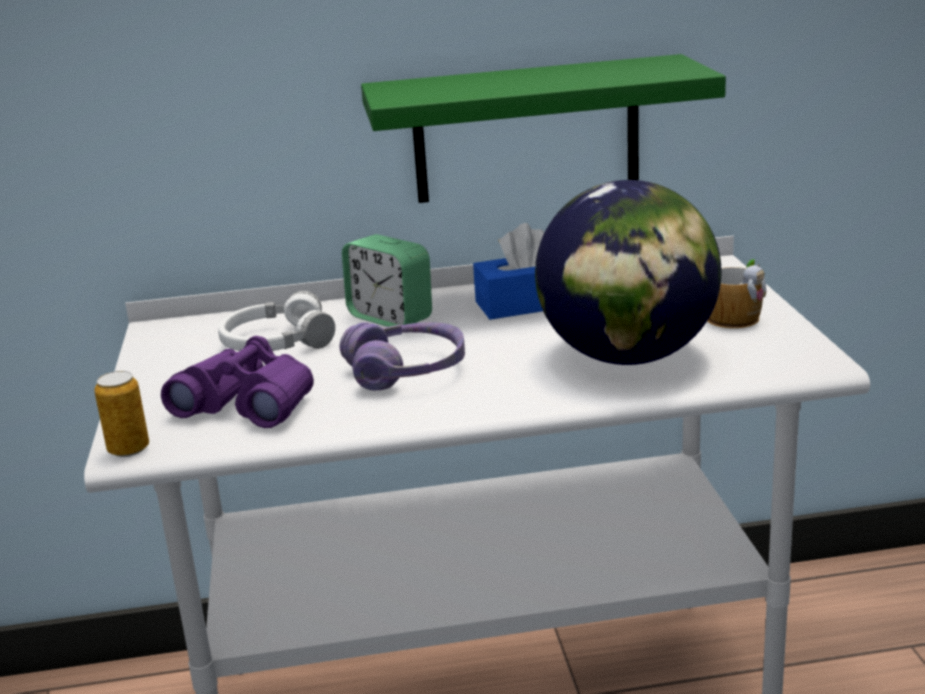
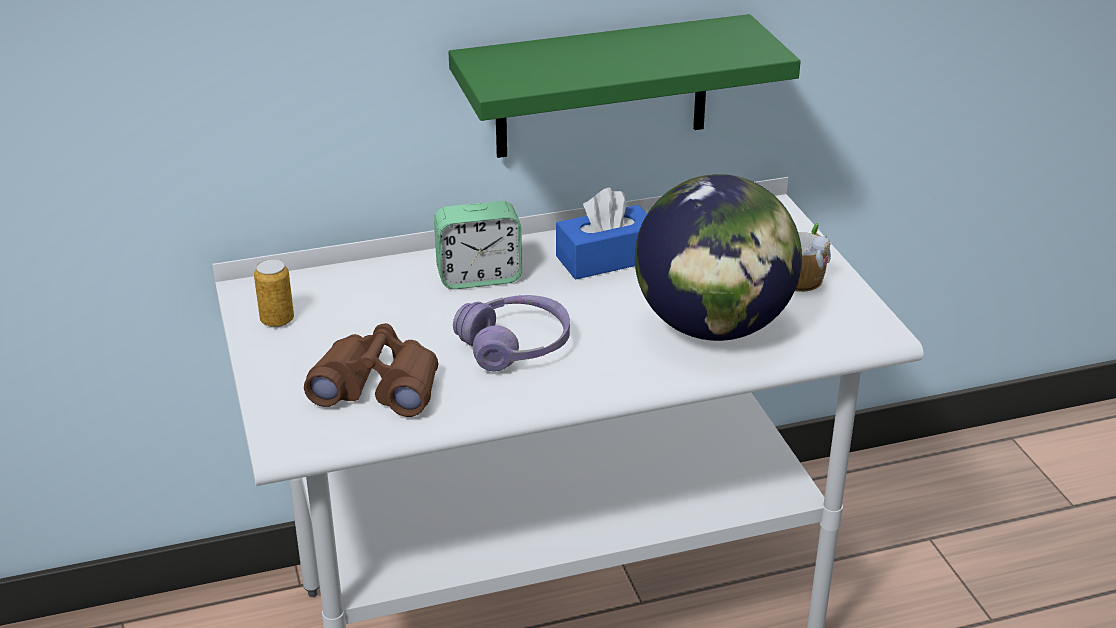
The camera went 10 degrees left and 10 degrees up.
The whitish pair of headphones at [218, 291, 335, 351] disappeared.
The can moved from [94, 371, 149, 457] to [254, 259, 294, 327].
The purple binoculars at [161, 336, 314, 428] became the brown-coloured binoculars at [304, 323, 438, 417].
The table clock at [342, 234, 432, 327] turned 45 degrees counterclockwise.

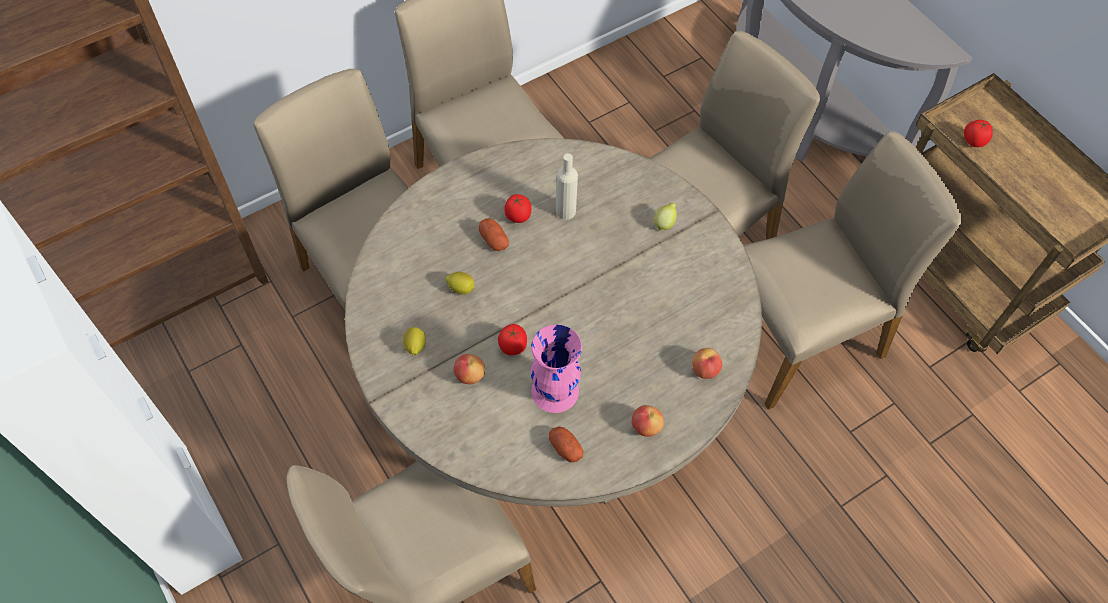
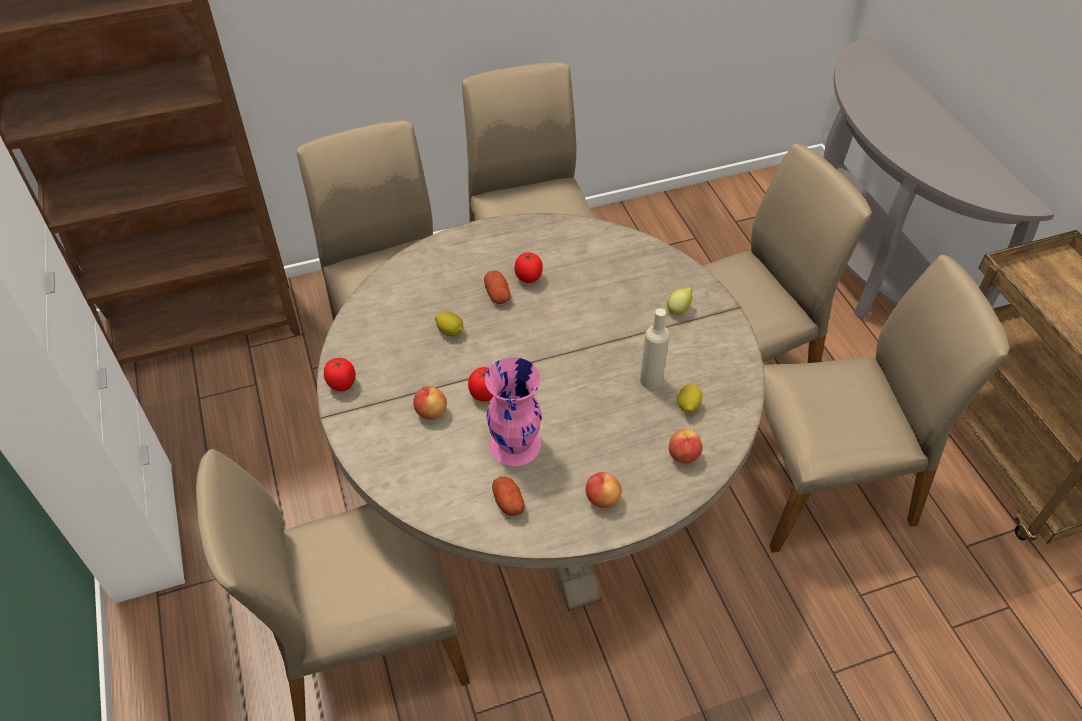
The camera went 15 degrees right and 10 degrees down.
The whole lemon moved from [403, 327, 426, 355] to [677, 384, 702, 413].
The beige bottle moved from [556, 154, 578, 220] to [640, 308, 670, 389].
The tomato moved from [964, 120, 993, 147] to [324, 358, 356, 391].

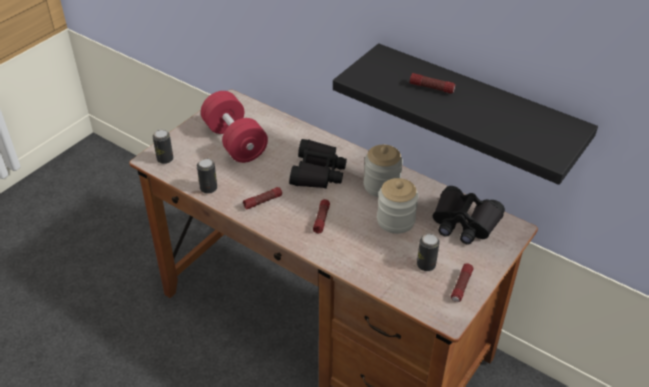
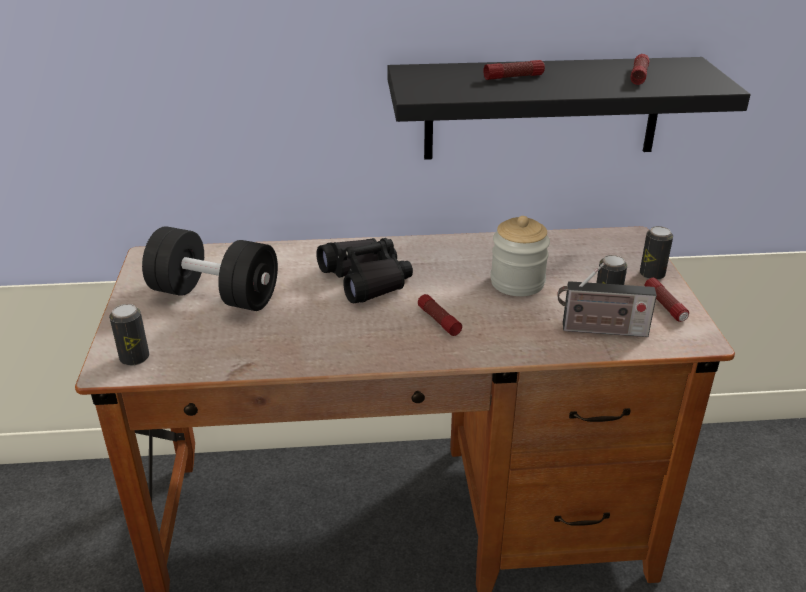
The camera went 40 degrees left and 10 degrees down.
The preserve jar at [364, 145, 403, 197] disappeared.
The black-coloured binoculars at [433, 186, 505, 245] disappeared.
The radio at [557, 263, 657, 337] appeared.
The can moved from [197, 158, 217, 194] to [640, 226, 673, 280].
The hand torch moved from [243, 187, 282, 209] to [631, 54, 650, 85].
The red-coloured dumbbell at [201, 91, 268, 163] became the black-coloured dumbbell at [142, 226, 278, 311].

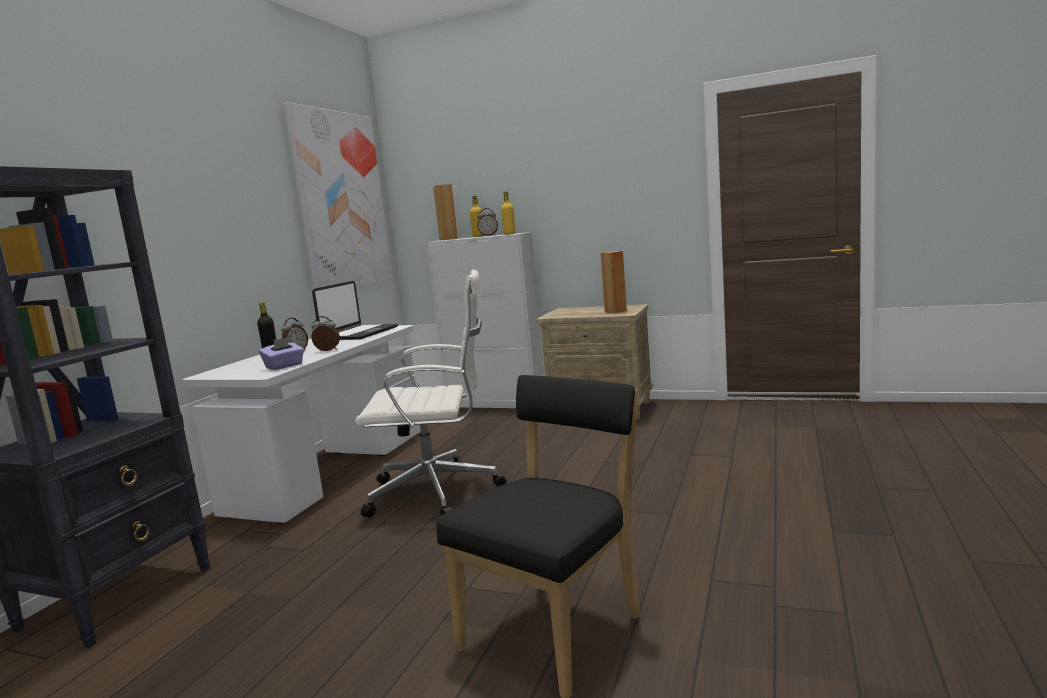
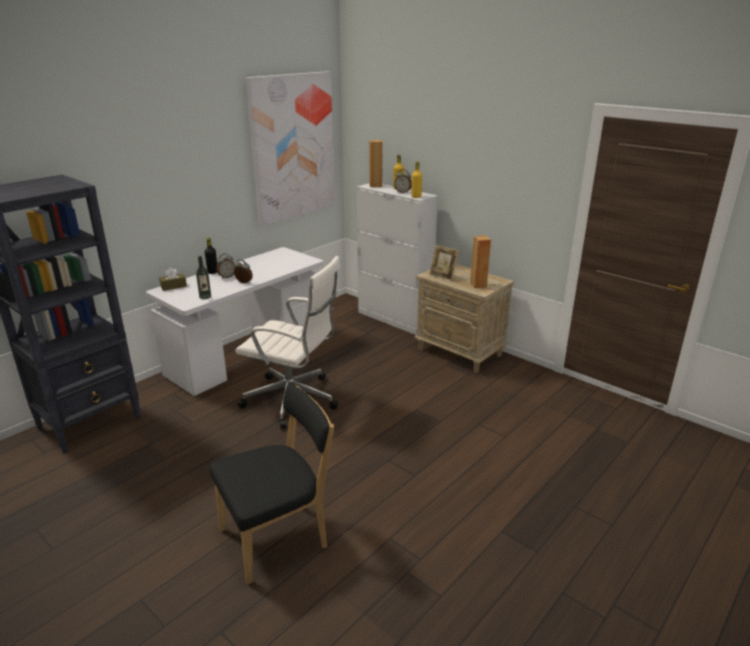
The camera went 20 degrees right and 15 degrees up.
The notebook computer at [312, 281, 398, 340] disappeared.
The brown-coloured tissue holder at [159, 268, 187, 291] appeared.
The photo frame at [429, 245, 459, 281] appeared.
The purple tissue holder at [259, 337, 304, 370] was replaced by the bottle at [196, 256, 211, 299].

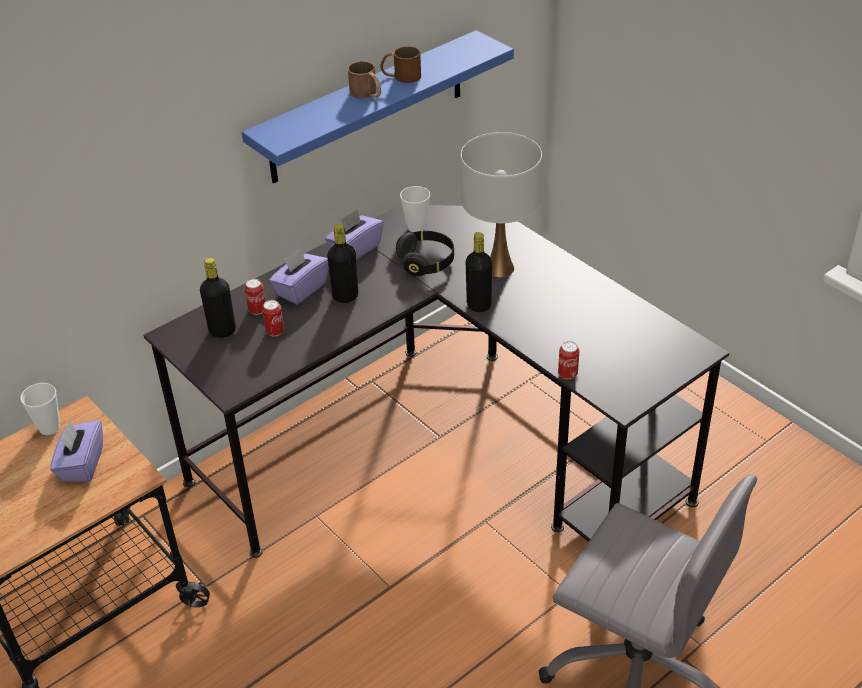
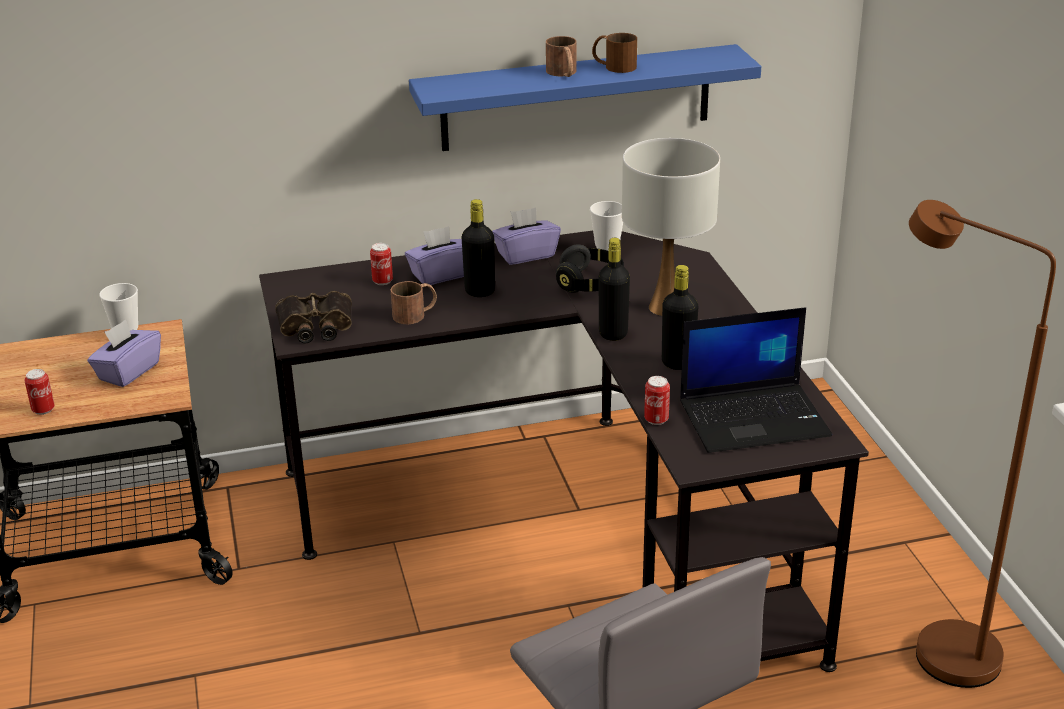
The camera went 25 degrees right and 10 degrees down.
The binoculars at [275, 291, 352, 343] appeared.
The brown-coloured mug at [391, 281, 437, 324] appeared.
The notebook computer at [680, 307, 832, 453] appeared.
The brown-coloured standard lamp at [909, 200, 1056, 688] appeared.
The black-coloured bottle moved from [200, 258, 236, 338] to [662, 265, 698, 370].
The can moved from [262, 300, 284, 337] to [24, 369, 55, 415].

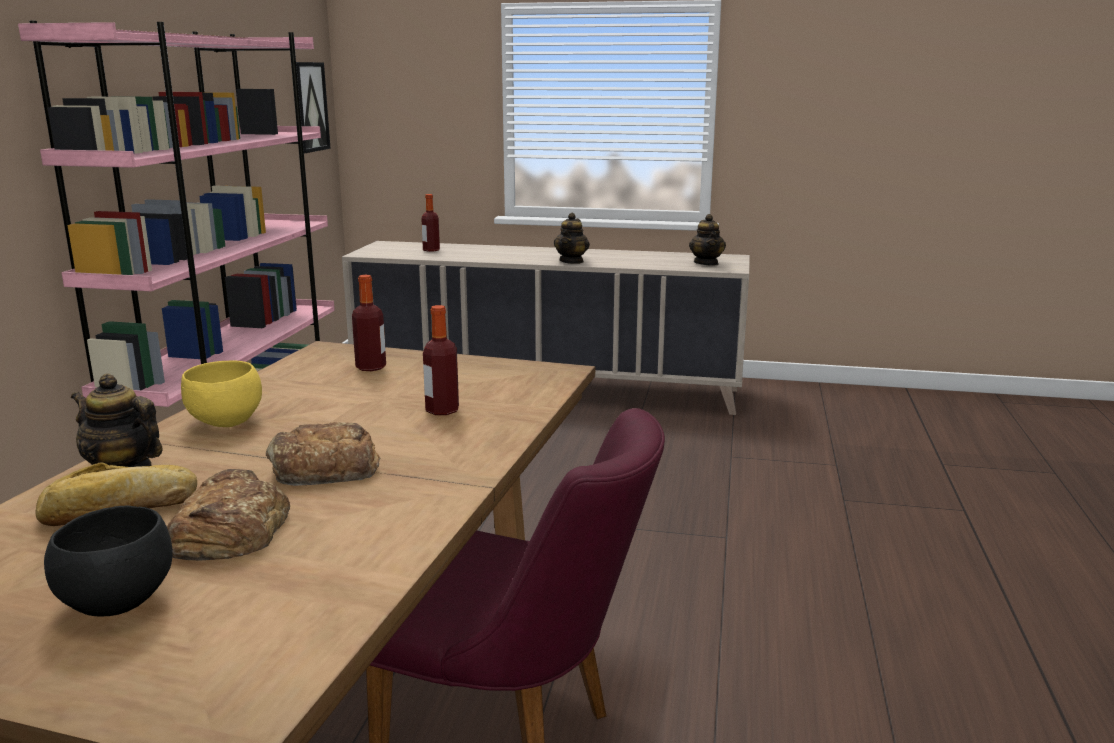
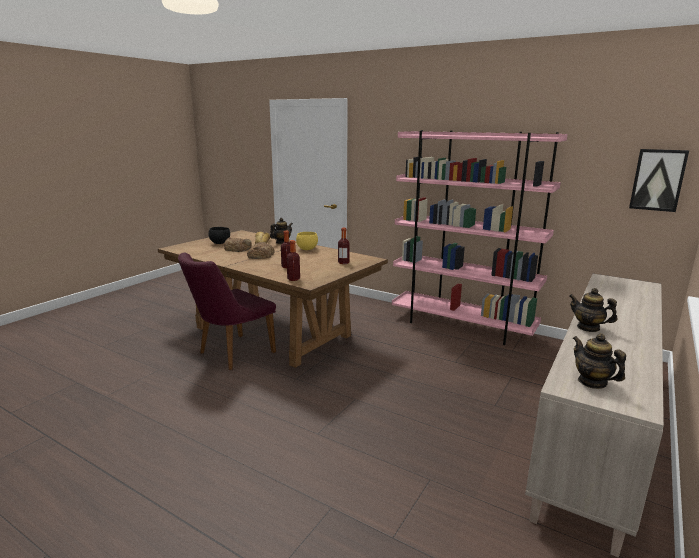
The camera went 110 degrees right and 0 degrees up.
The bottle moved from [421, 194, 440, 252] to [287, 240, 300, 281].
The teapot at [689, 214, 726, 266] turned 45 degrees clockwise.

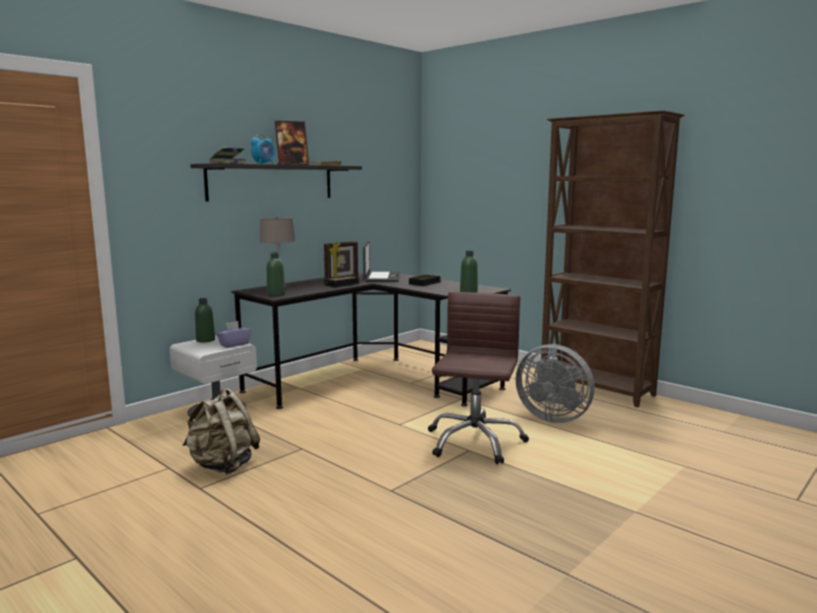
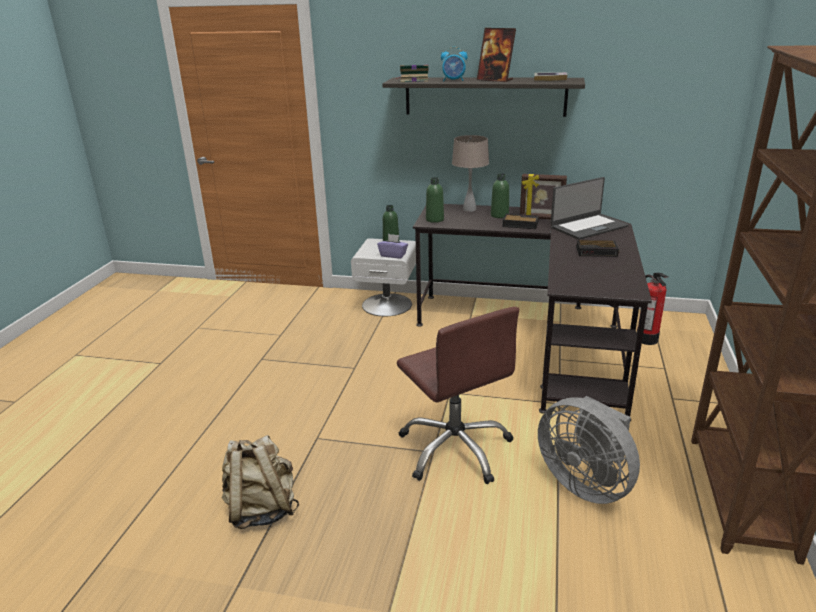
The camera went 60 degrees right and 15 degrees up.
The fire-fighting cylinder at [636, 273, 668, 345] appeared.
The beige rucksack moved from [183, 388, 260, 474] to [222, 435, 299, 529].
The greenish bottle moved from [460, 251, 478, 293] to [491, 173, 509, 218].
The brown-coloured computer chair at [428, 292, 529, 464] turned 75 degrees clockwise.
The grey electric fan at [515, 344, 595, 423] turned 45 degrees counterclockwise.

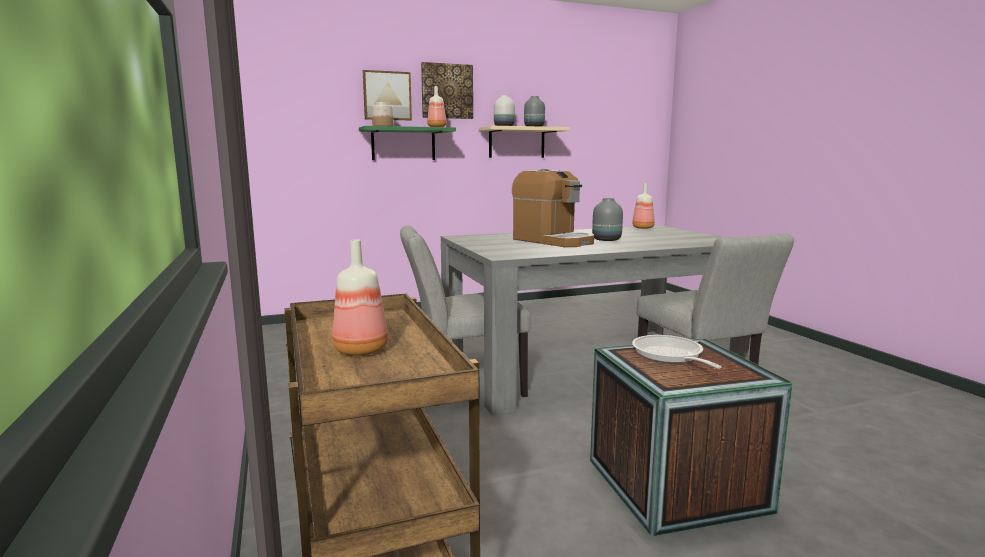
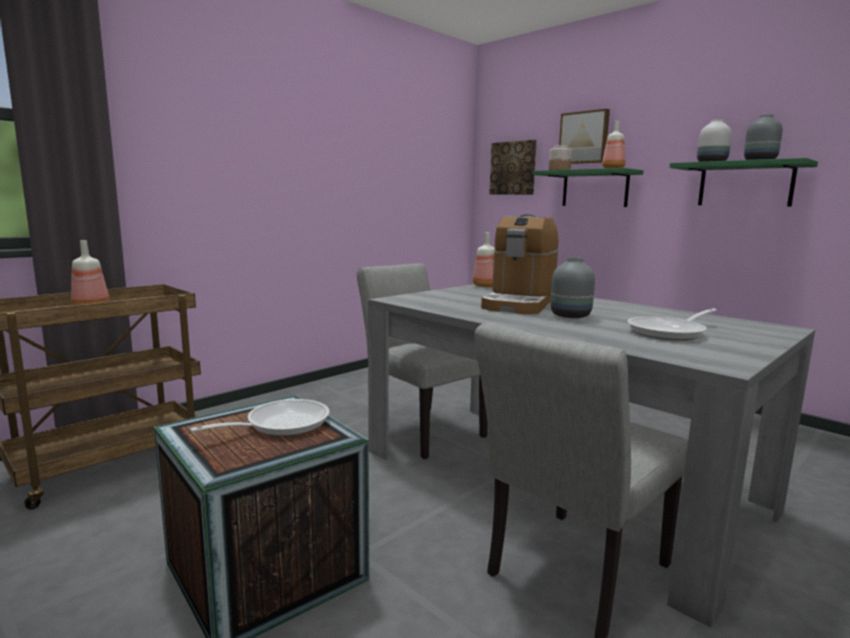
The camera went 65 degrees right and 0 degrees up.
The pan at [627, 308, 717, 341] appeared.
The wall picture moved from [421, 62, 473, 119] to [489, 140, 537, 195].
The bottle moved from [632, 184, 655, 229] to [473, 232, 495, 287].
The beige wall shelf at [479, 126, 570, 158] became the greenish wall shelf at [669, 158, 818, 207].

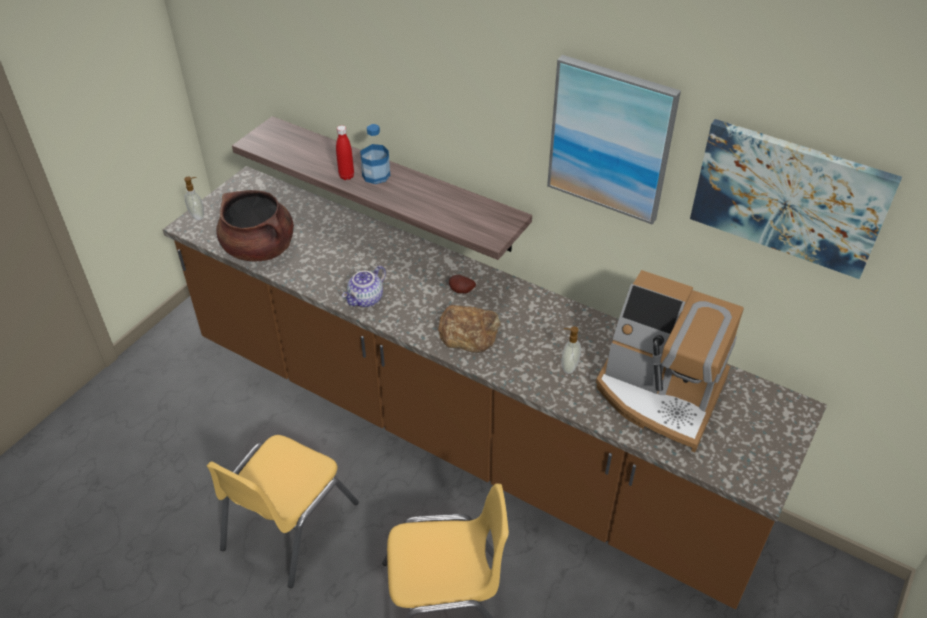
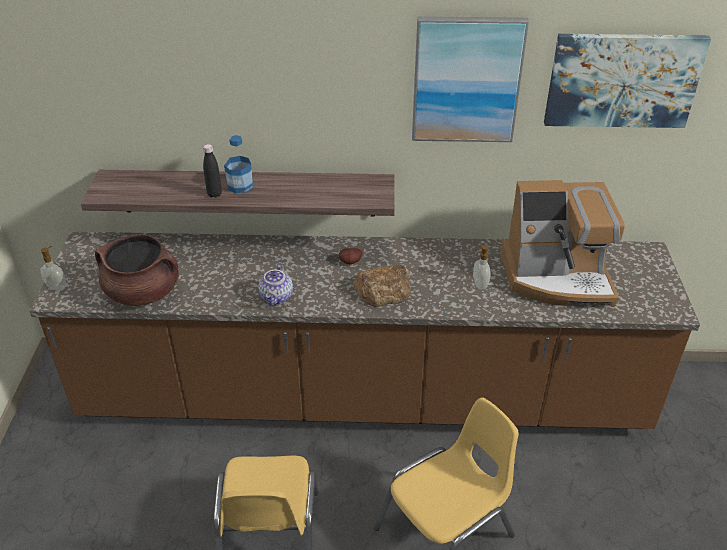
The camera went 30 degrees left and 5 degrees down.
The red-coloured bottle at [336, 125, 354, 180] became the black-coloured bottle at [203, 144, 222, 198].

